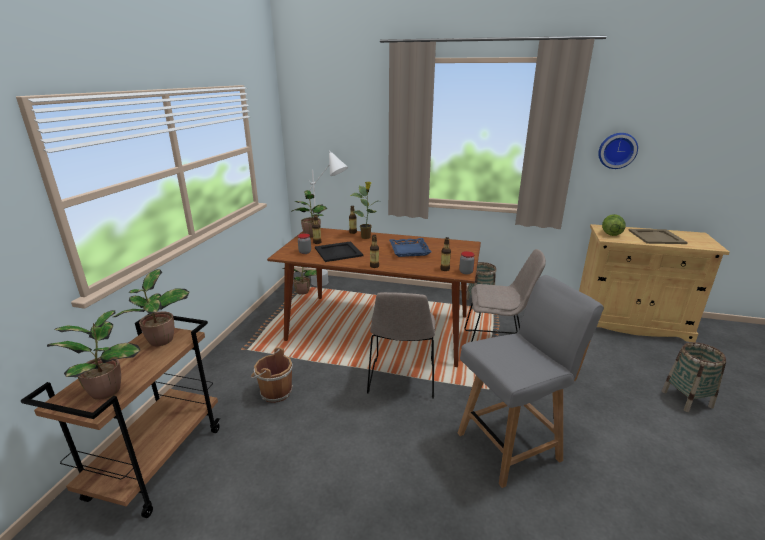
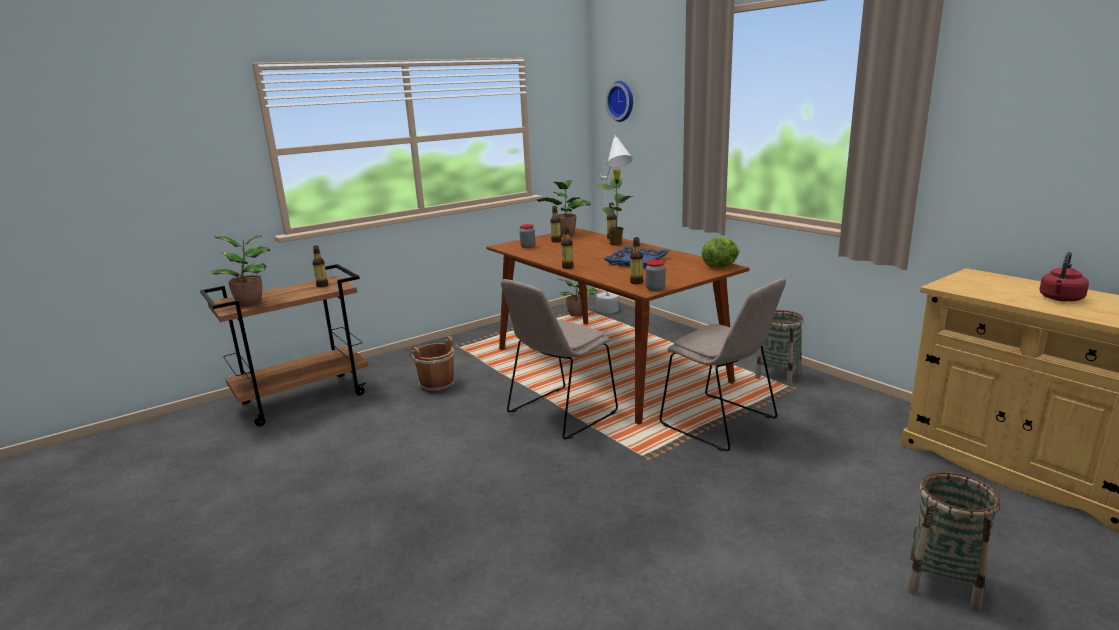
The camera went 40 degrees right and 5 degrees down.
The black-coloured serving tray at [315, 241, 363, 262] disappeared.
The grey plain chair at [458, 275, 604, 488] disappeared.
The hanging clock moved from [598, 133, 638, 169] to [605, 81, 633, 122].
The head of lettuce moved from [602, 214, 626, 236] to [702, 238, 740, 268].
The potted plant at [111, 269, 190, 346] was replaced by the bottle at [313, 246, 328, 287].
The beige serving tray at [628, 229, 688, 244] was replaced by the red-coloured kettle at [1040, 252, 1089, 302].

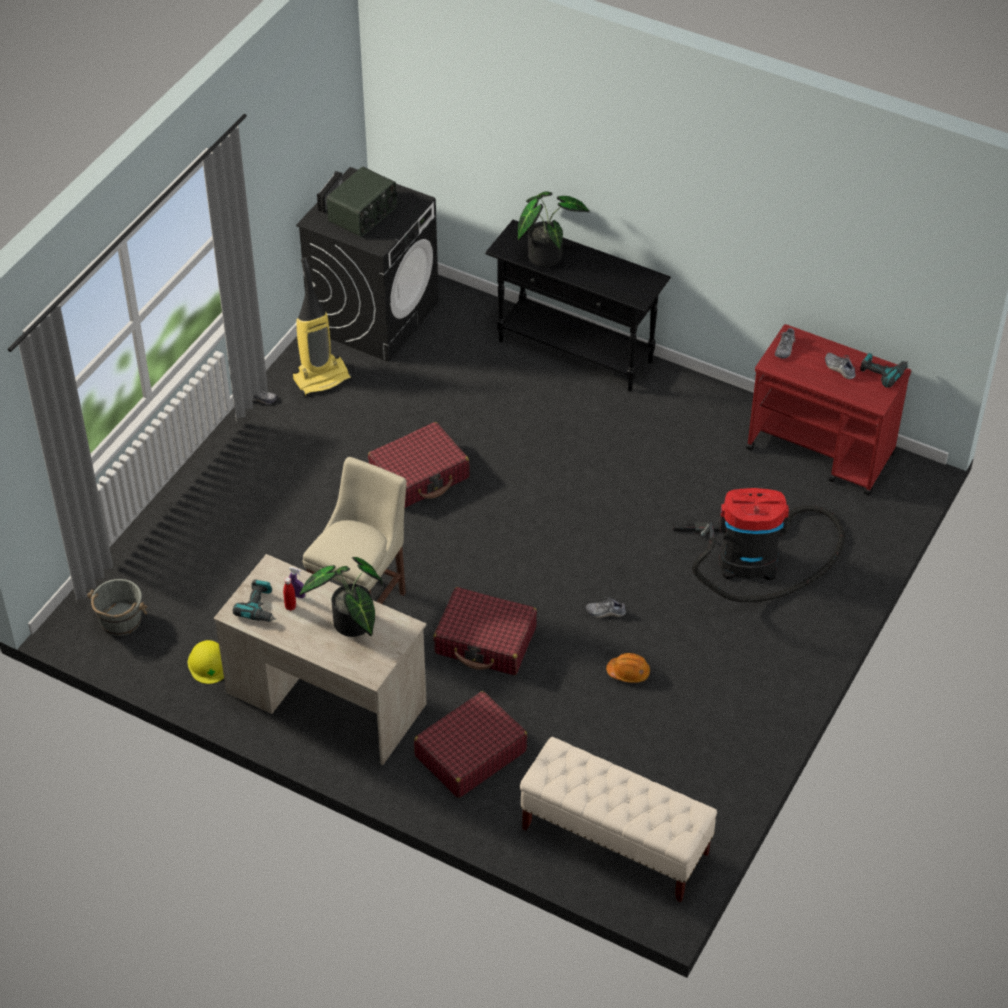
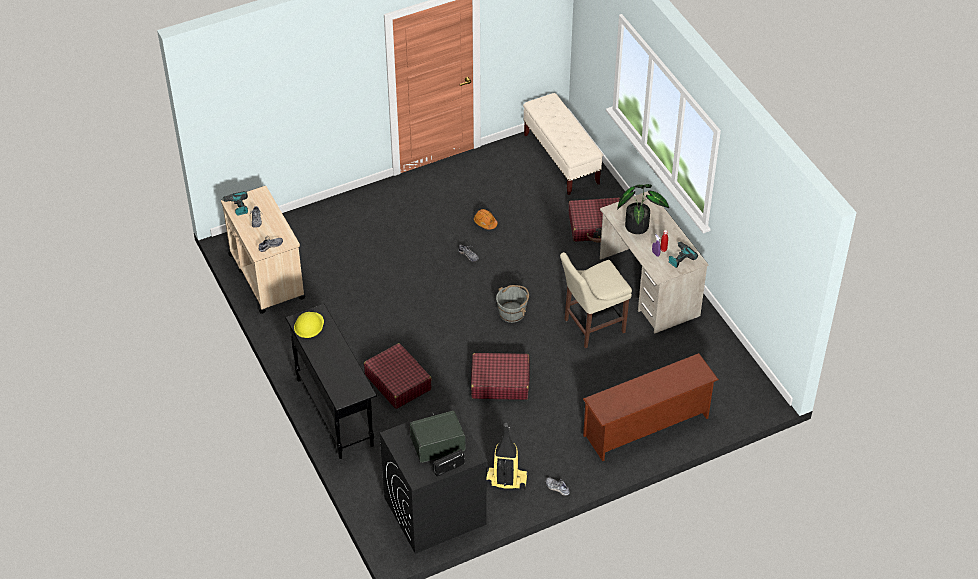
The camera went 145 degrees left and 0 degrees up.
The potted plant at [518, 191, 590, 267] disappeared.
The vacuum at [673, 488, 845, 602] disappeared.
The brown-coloured shoe stand at [583, 353, 719, 461] appeared.
The grey pail moved from [87, 579, 147, 636] to [496, 285, 529, 323].
The yellow-coloured safety helmet moved from [188, 640, 224, 684] to [294, 312, 324, 338].
The red-coloured suitcase moved from [433, 587, 537, 675] to [364, 343, 432, 409].
The red-coloured wheeled cart at [746, 324, 911, 496] became the beige wheeled cart at [221, 186, 305, 314].

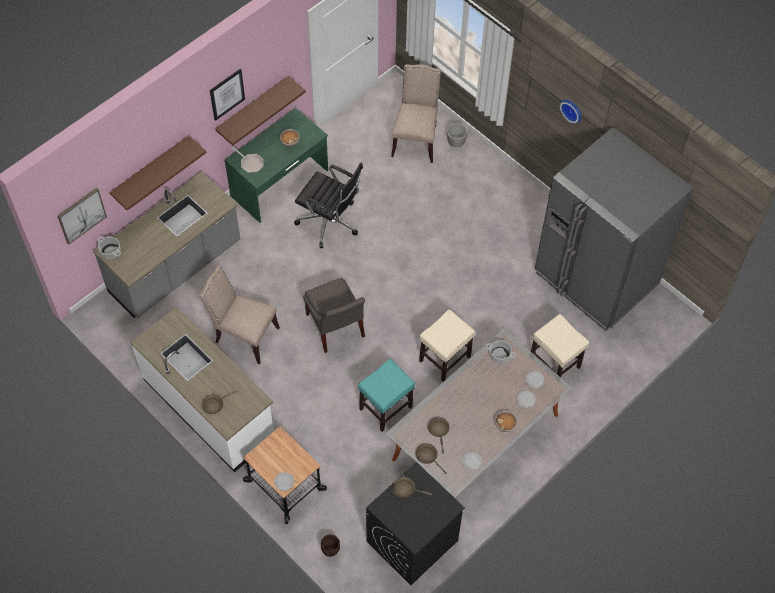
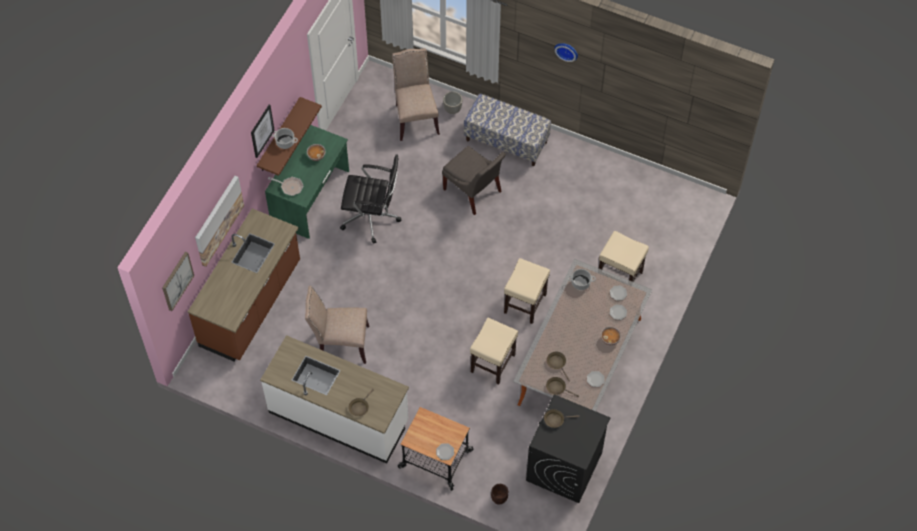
The camera went 20 degrees left and 0 degrees up.
The grey refrigerator at [535, 127, 693, 331] disappeared.
The indoor bench at [464, 94, 551, 166] appeared.
The stockpot moved from [98, 236, 121, 259] to [272, 128, 298, 149].
The grey plain chair moved from [303, 278, 365, 353] to [442, 146, 506, 215].
The brown-coloured wall shelf at [109, 135, 206, 211] was replaced by the wall picture at [195, 176, 244, 267].
The grey kitchen counter at [93, 172, 241, 318] became the brown-coloured kitchen counter at [188, 208, 300, 361].
The turquoise-coloured stool seat at [358, 359, 415, 432] became the beige stool seat at [470, 318, 518, 385].

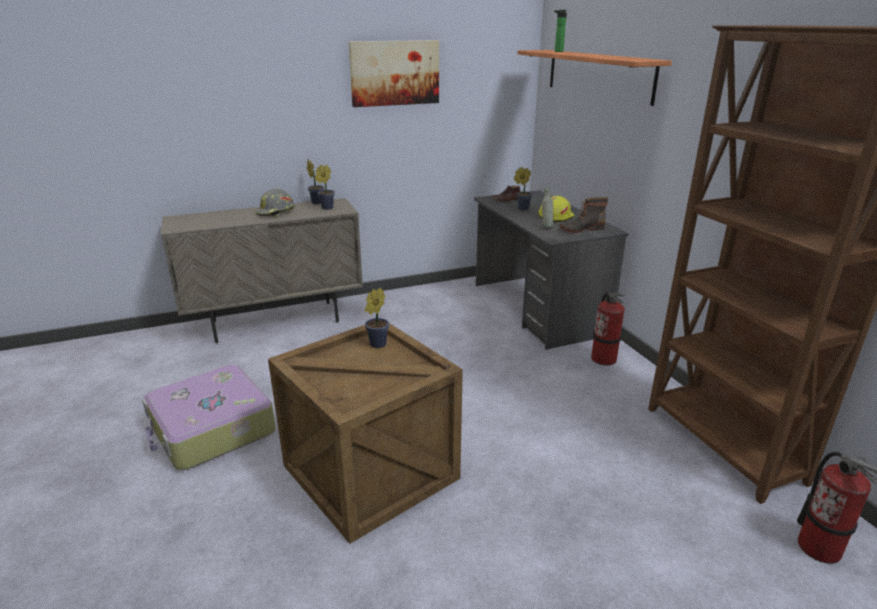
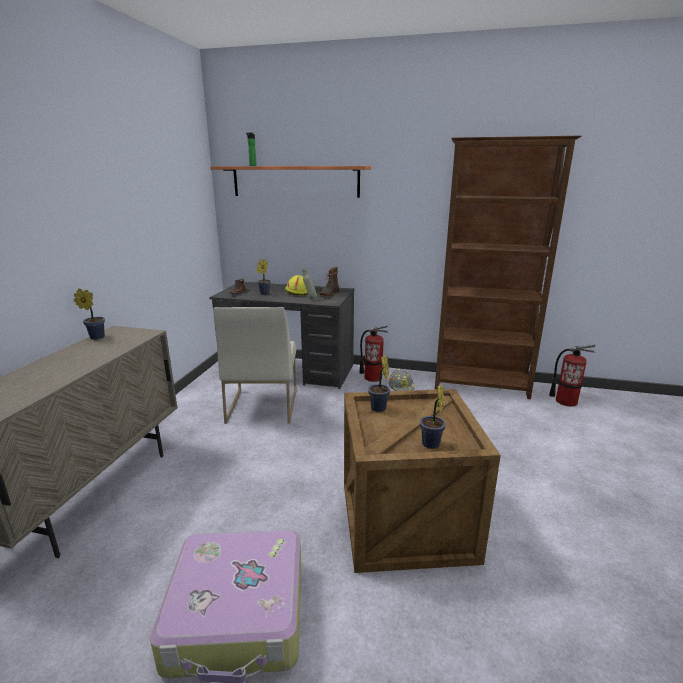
The camera went 55 degrees left and 5 degrees down.
The wall picture at [348, 40, 439, 107] disappeared.
The whitish plain chair at [213, 307, 297, 424] appeared.
The grey safety helmet moved from [255, 189, 294, 217] to [389, 369, 415, 391].
The potted plant moved from [315, 165, 335, 210] to [420, 384, 446, 449].

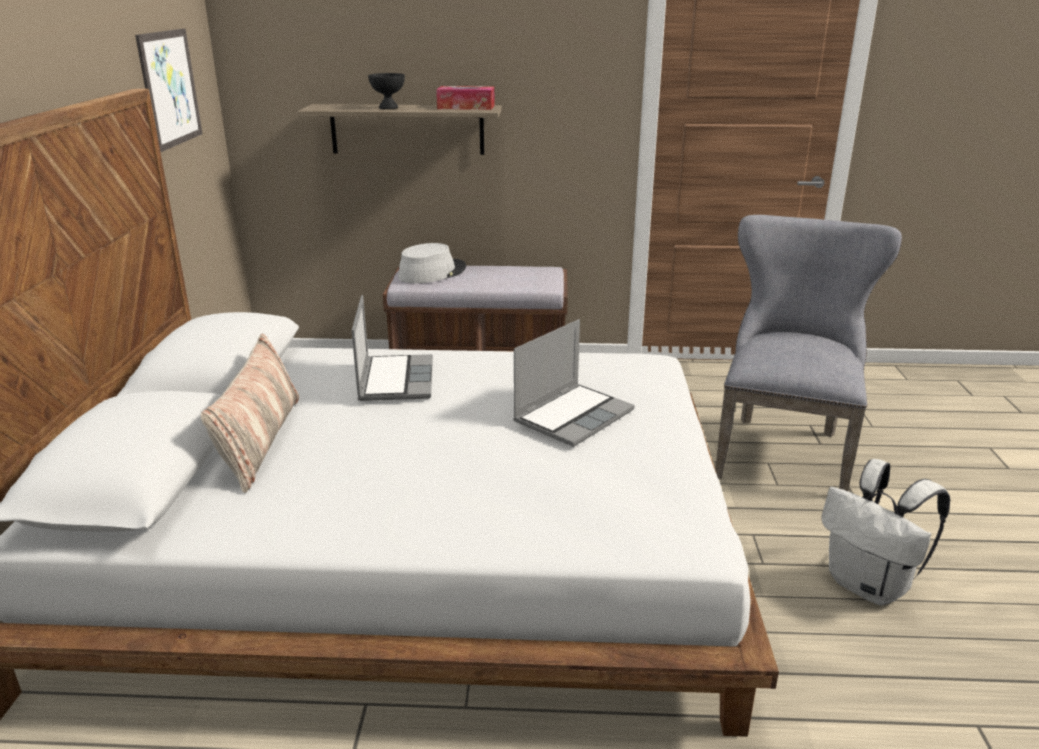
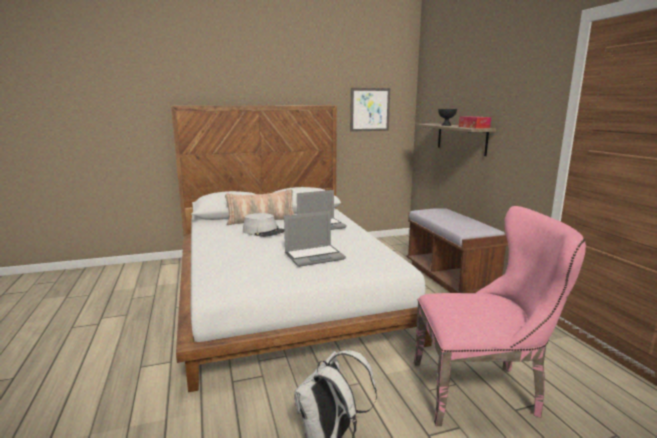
The camera went 70 degrees right and 10 degrees down.
The grey clothing hat moved from [398, 243, 466, 283] to [243, 213, 284, 237].
The grey plain chair at [715, 215, 902, 492] became the pink plain chair at [414, 206, 586, 426].
The notebook computer at [513, 319, 635, 447] turned 45 degrees counterclockwise.

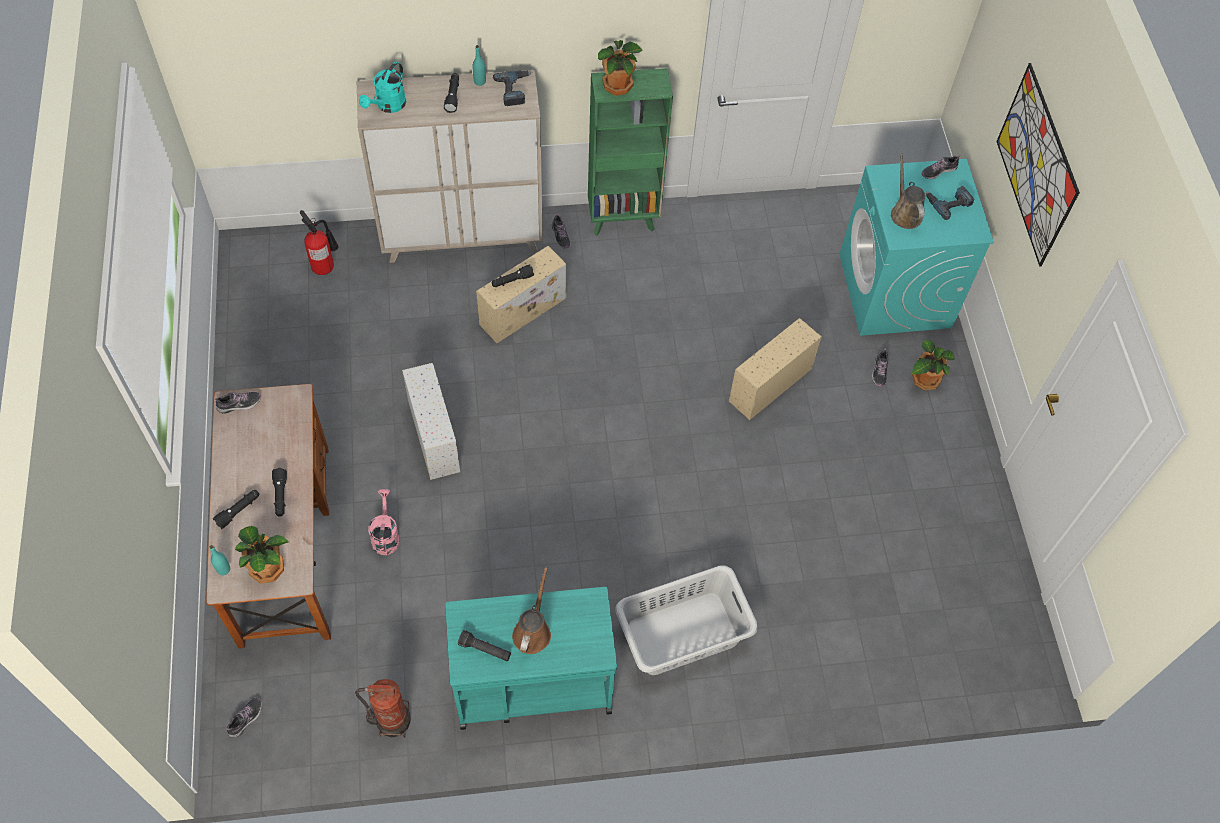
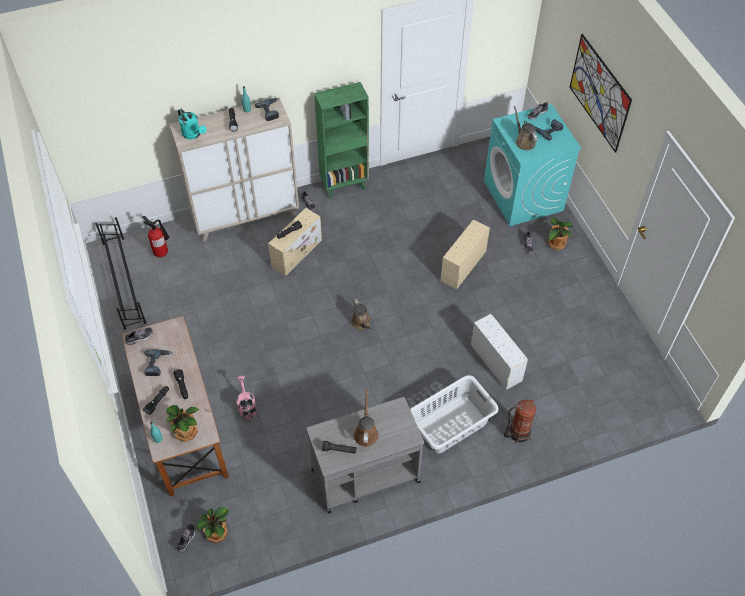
The camera went 10 degrees left and 5 degrees down.
The black-coloured shoe stand at [95, 217, 146, 329] appeared.
The drill at [144, 350, 172, 376] appeared.
The brown-coloured watering pot at [351, 299, 373, 330] appeared.
The fire-fighting cylinder moved from [355, 679, 411, 738] to [504, 400, 536, 443].
The whitish storage container moved from [402, 363, 460, 480] to [471, 314, 528, 390].
The potted plant moved from [598, 40, 643, 96] to [197, 507, 229, 543].
The turquoise-coloured wheeled cart at [445, 587, 617, 730] became the grey wheeled cart at [306, 397, 424, 513].
The turquoise-coloured watering pot at [359, 62, 406, 113] turned 60 degrees counterclockwise.

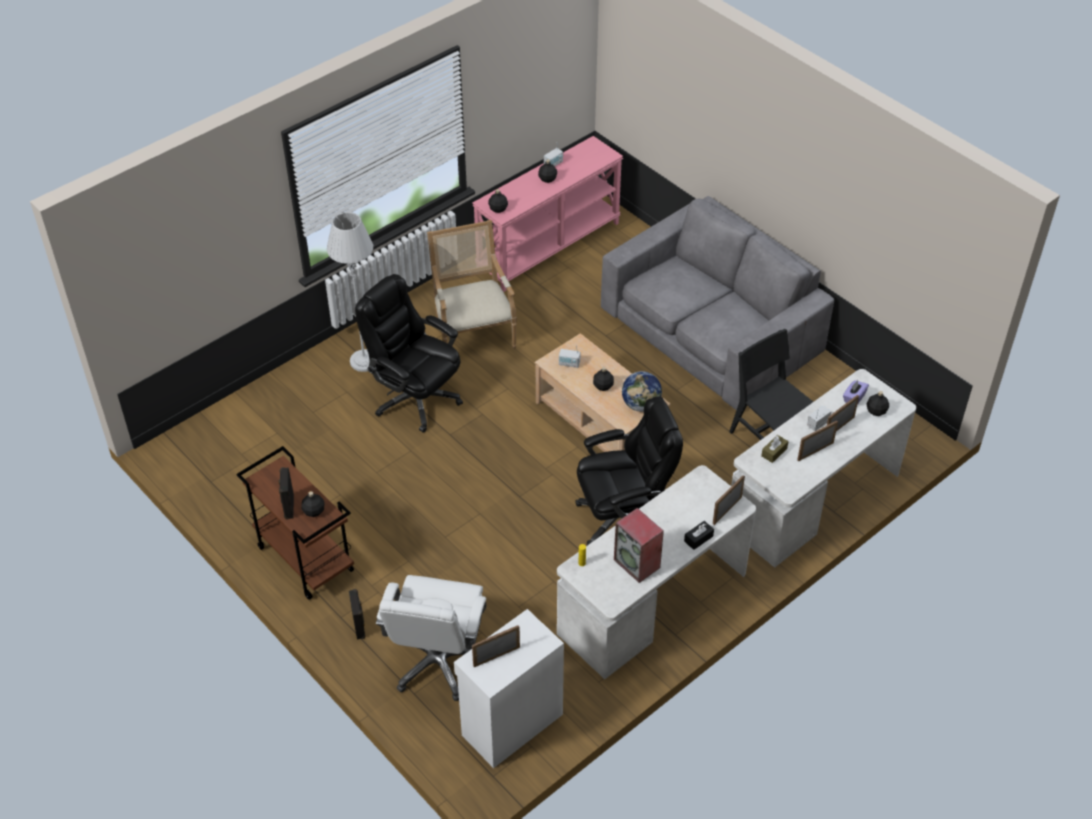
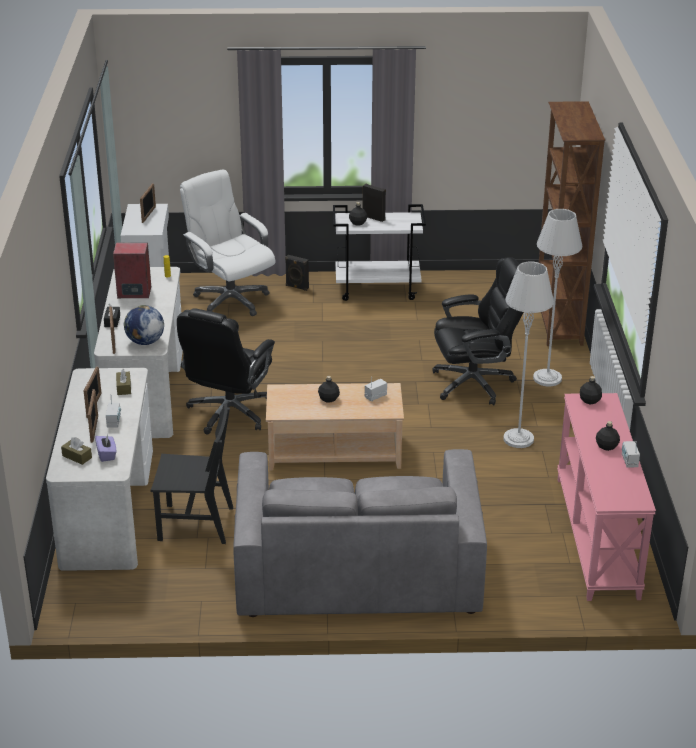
The camera went 130 degrees right and 15 degrees down.
The brown-coloured shelving unit at [539, 101, 605, 346] appeared.
The desk globe moved from [622, 371, 662, 412] to [123, 305, 164, 345].
The easy chair at [427, 220, 517, 349] was replaced by the grey standard lamp at [504, 262, 554, 448].
The black-coloured bottle at [866, 391, 889, 416] was replaced by the brown-coloured tissue holder at [61, 437, 92, 465].
The brown-coloured wheeled cart at [237, 446, 354, 600] became the whitish wheeled cart at [333, 204, 426, 301].

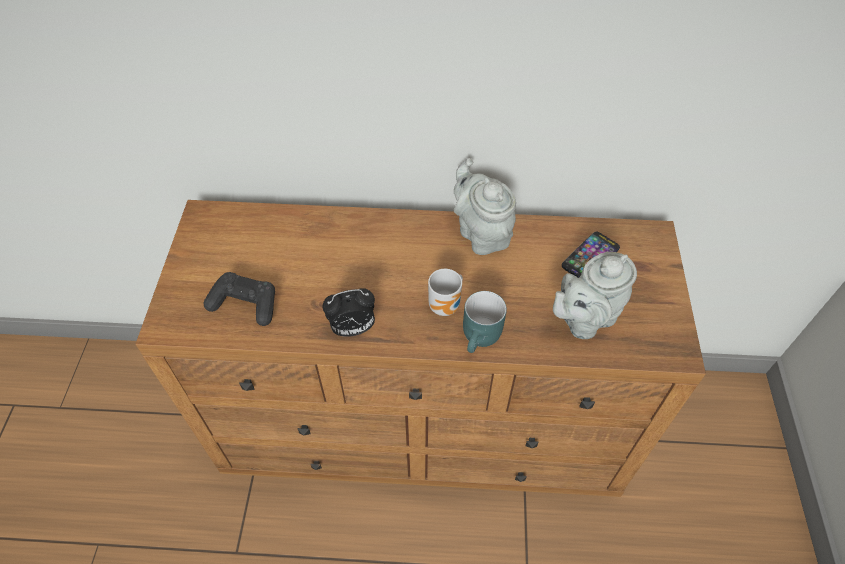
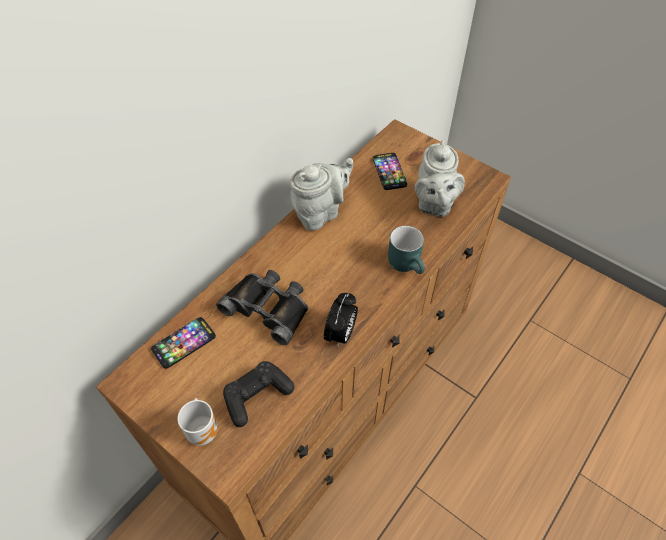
The camera went 55 degrees left and 0 degrees up.
The telephone at [151, 317, 216, 369] appeared.
The black-coloured binoculars at [216, 270, 309, 345] appeared.
The mug moved from [428, 269, 463, 316] to [178, 398, 218, 446].
The grey teapot at [454, 158, 516, 255] turned 135 degrees clockwise.

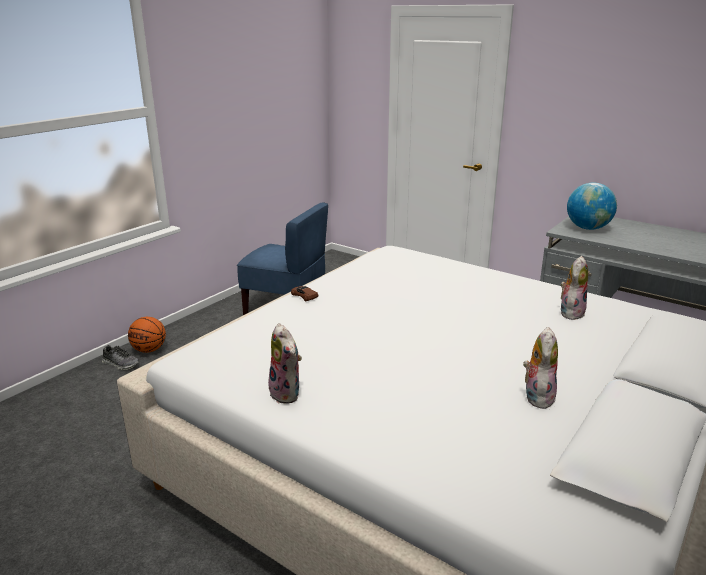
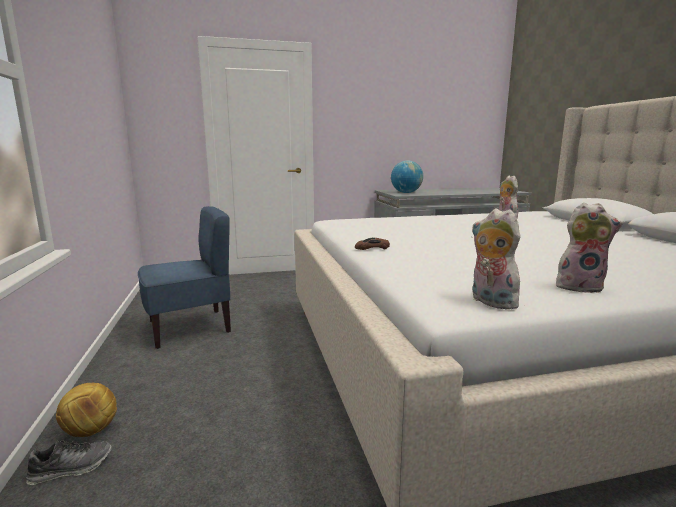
The camera went 50 degrees left and 10 degrees down.
The cuddly toy moved from [523, 327, 558, 409] to [471, 208, 521, 309].
The basketball ball at [128, 317, 166, 353] was replaced by the ball for football at [56, 383, 117, 437].

